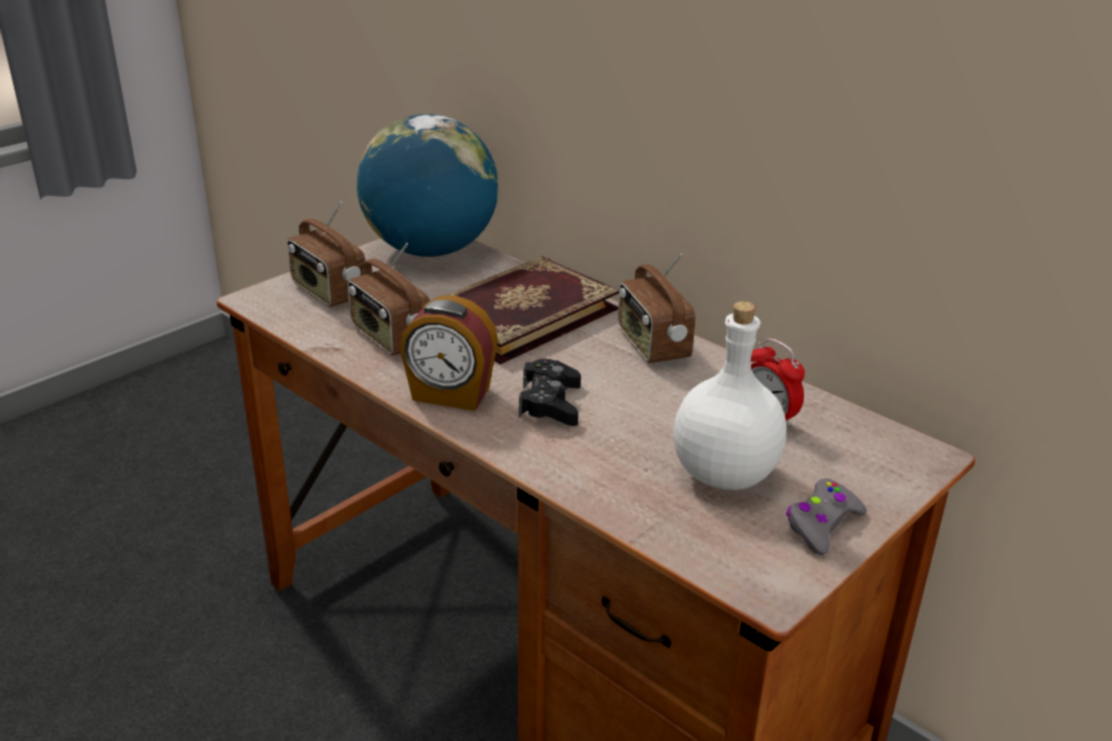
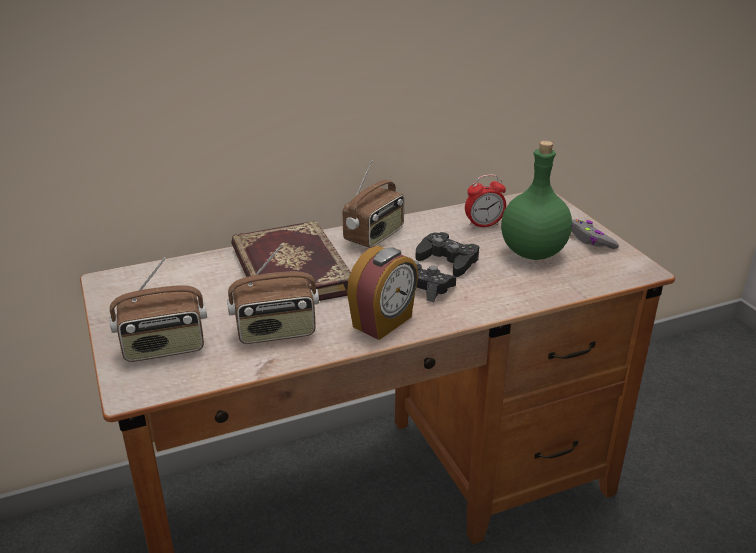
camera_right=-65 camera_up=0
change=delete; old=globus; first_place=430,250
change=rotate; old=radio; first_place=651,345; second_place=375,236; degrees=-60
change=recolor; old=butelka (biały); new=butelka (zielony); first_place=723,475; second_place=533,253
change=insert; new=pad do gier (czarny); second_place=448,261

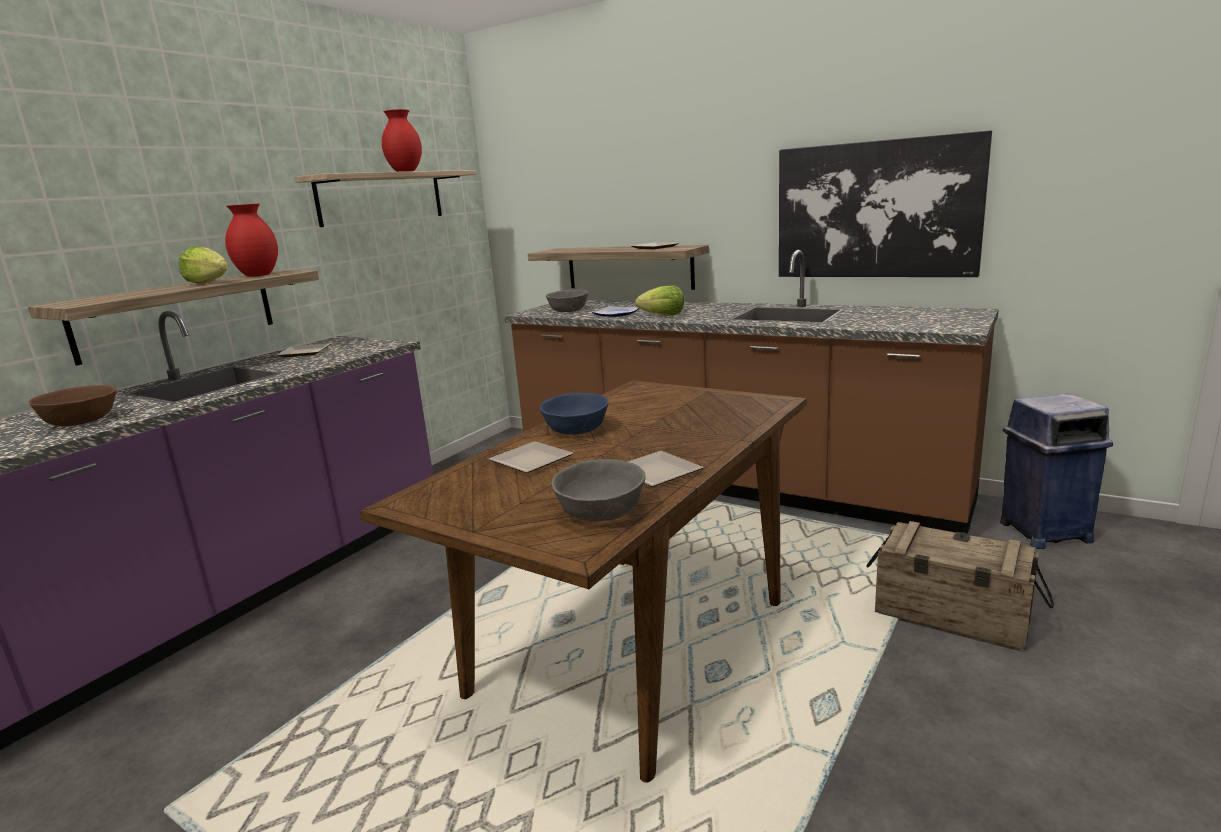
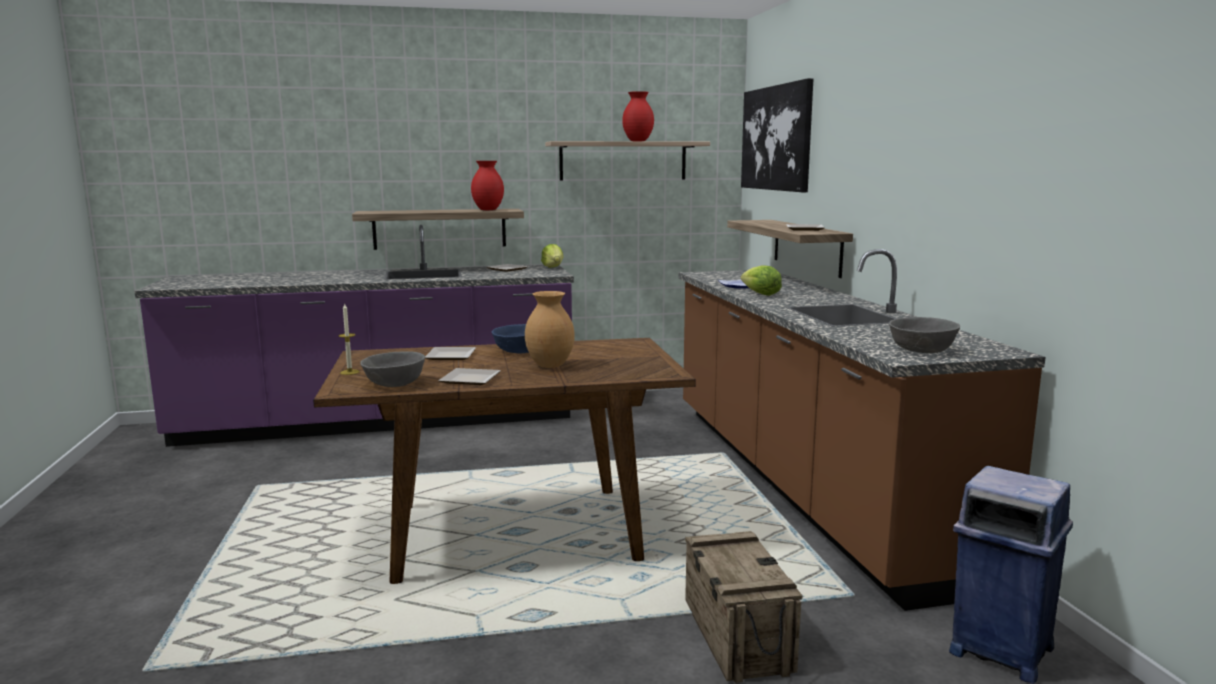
camera_right=45 camera_up=-5
change=delete; old=miska (brązowy); first_place=82,421
change=move; old=sałata; first_place=208,283; second_place=553,268
change=move; old=miska (szary); first_place=568,310; second_place=922,350
change=move; old=obraz; first_place=876,210; second_place=776,138
change=insert; new=świeca; second_place=349,372
change=insert; new=wazon (brązowy); second_place=549,365

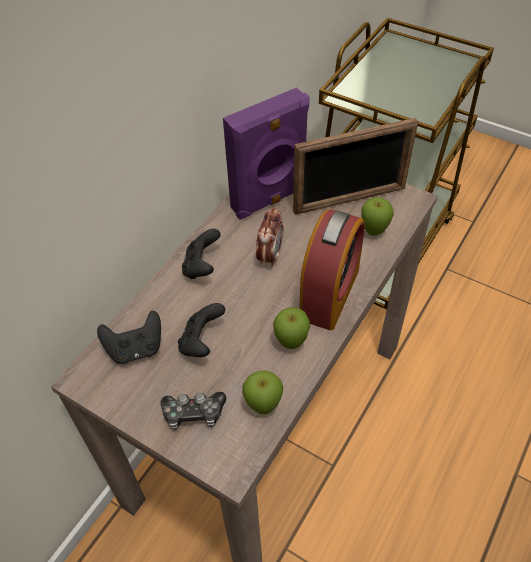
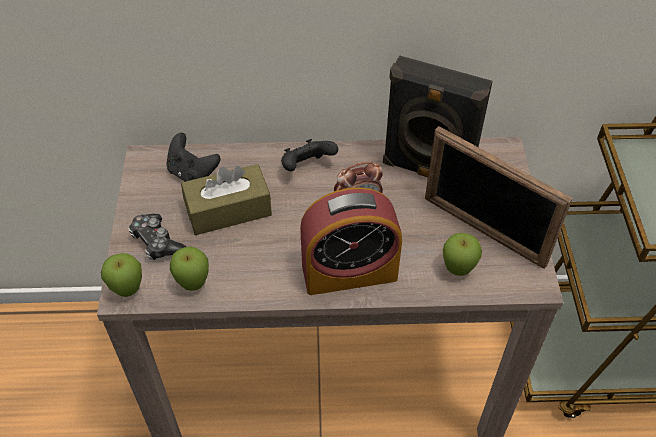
camera_right=55 camera_up=0
change=replace; old=pad do gier (czarny); new=pudełko chusteczek (brązowy); first_place=201,342; second_place=228,210
change=recolor; old=głośnik (fioletowy); new=głośnik (czarny); first_place=270,200; second_place=426,171
change=move; old=jabłko; first_place=291,343; second_place=128,291

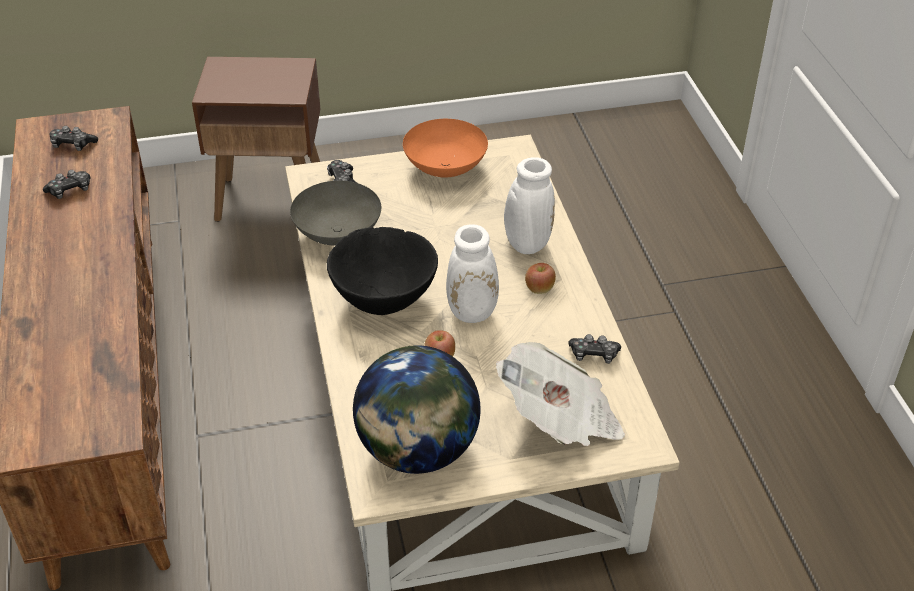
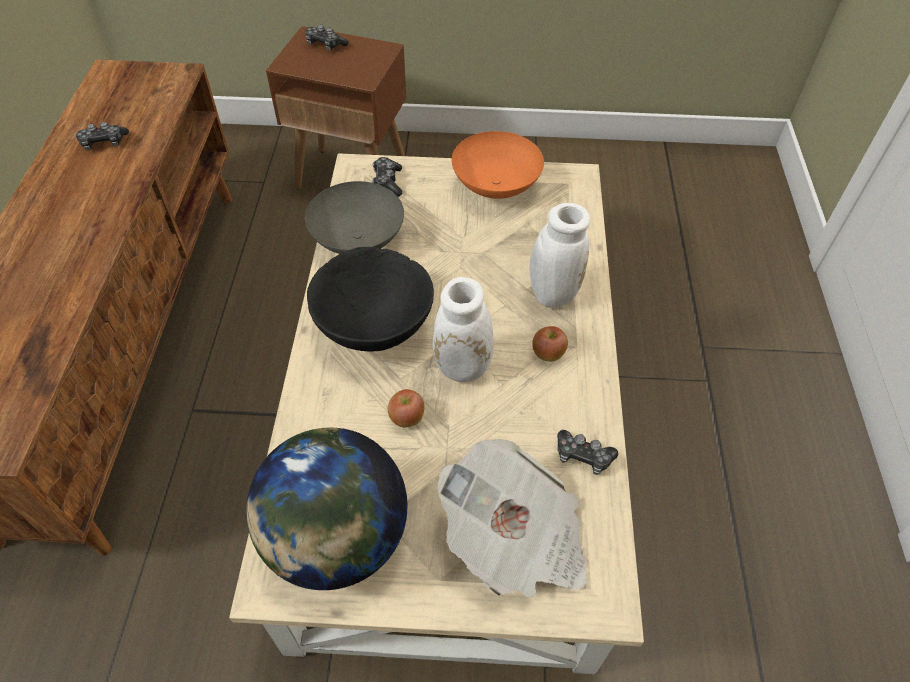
camera_right=15 camera_up=10
change=move; old=pad do gier; first_place=73,145; second_place=325,45

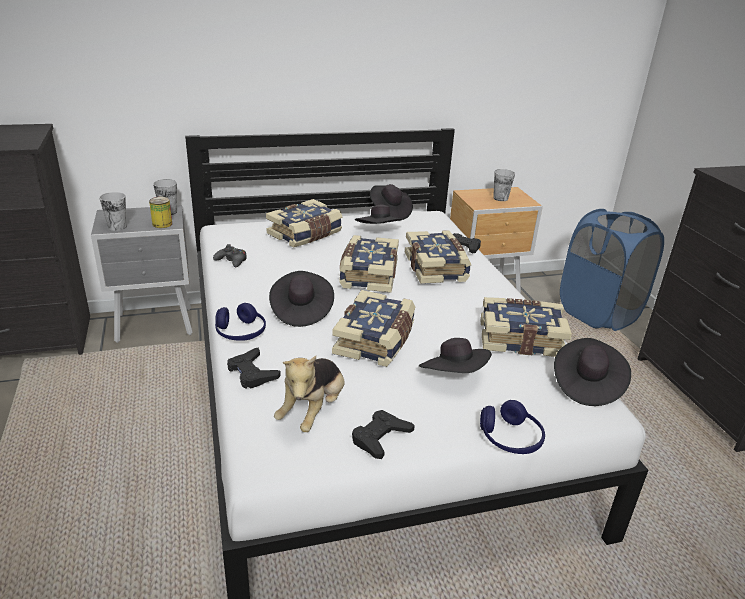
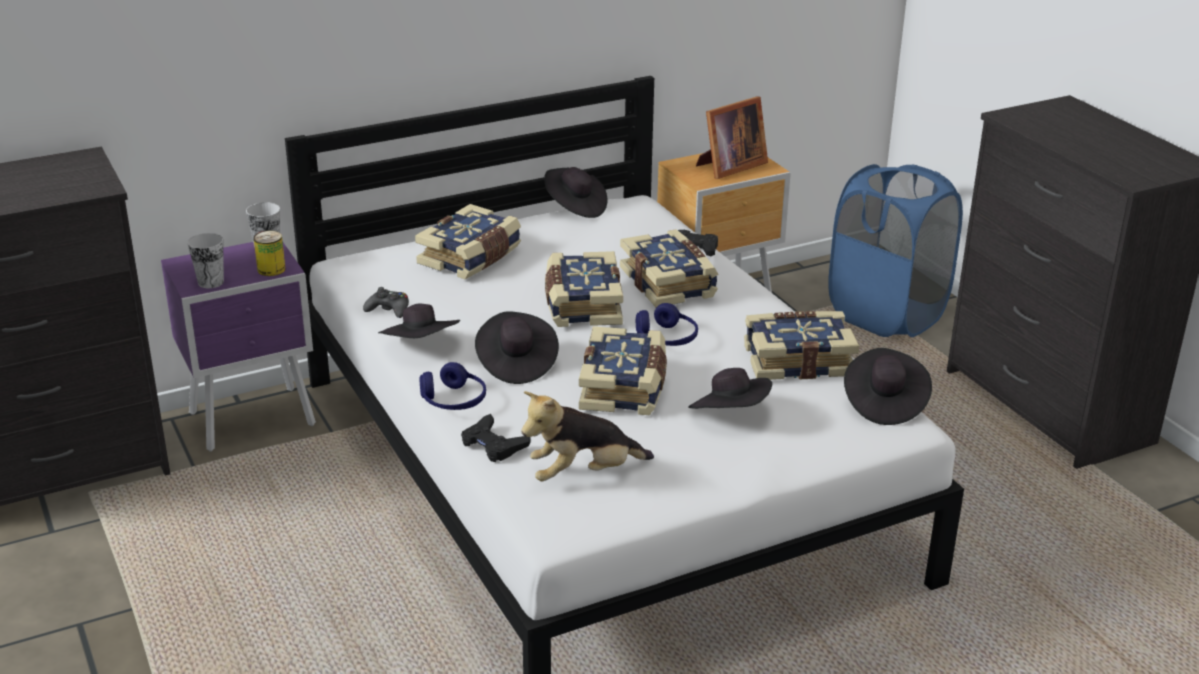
camera_right=-10 camera_up=0
change=recolor; old=szafka nocna (szary); new=szafka nocna (fioletowy); first_place=156,325; second_place=255,420
change=rotate; old=pluszak; first_place=313,411; second_place=583,474; degrees=60
change=delete; old=pad do gier (czarny); first_place=380,438
change=move; old=kapelusz (czarny); first_place=380,232; second_place=421,347
change=move; old=słuchawki (niebieski); first_place=510,438; second_place=666,338
change=replace; old=filiżanka; new=ramka na zdjęcie; first_place=500,198; second_place=729,167

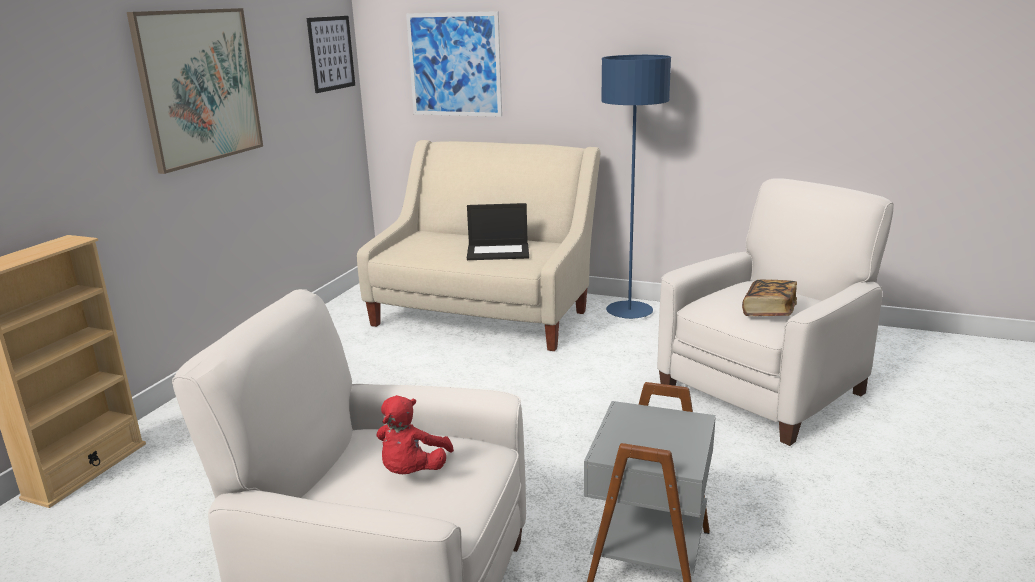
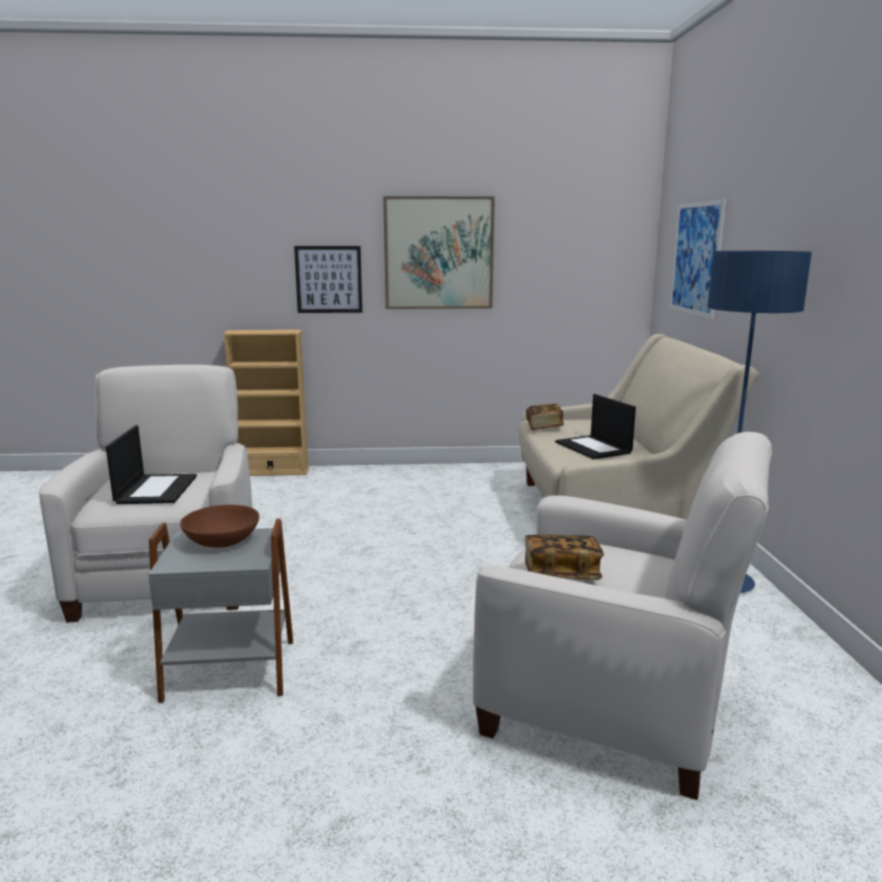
camera_right=65 camera_up=-5
change=move; old=obraz; first_place=331,53; second_place=328,279
change=replace; old=pluszak (czerwony); new=laptop; first_place=412,471; second_place=156,489
change=insert; new=miska (brązowy); second_place=222,541
change=insert; new=książka; second_place=544,426

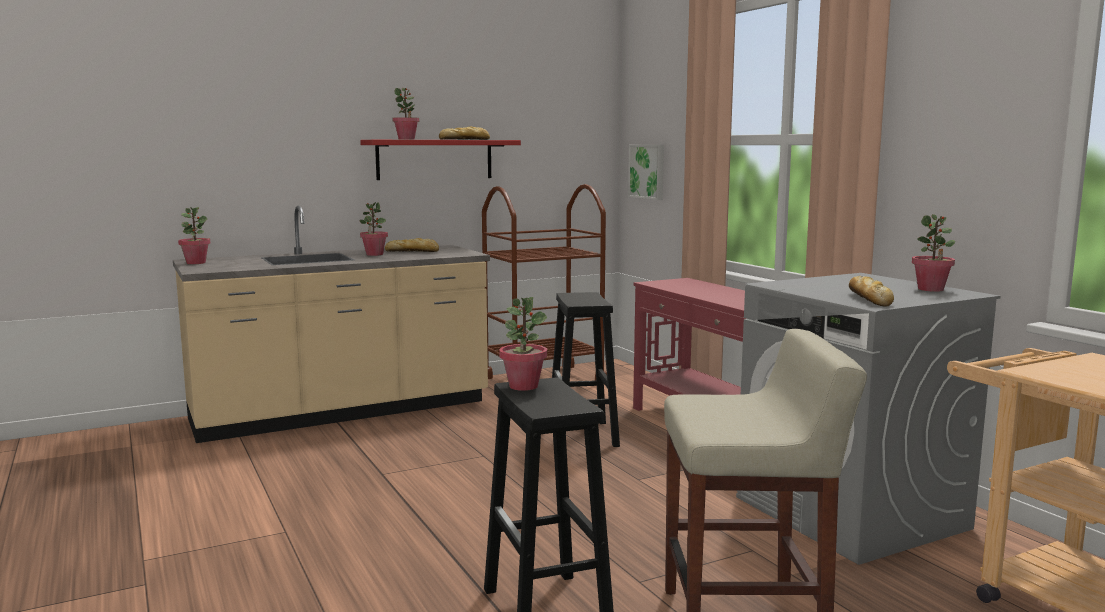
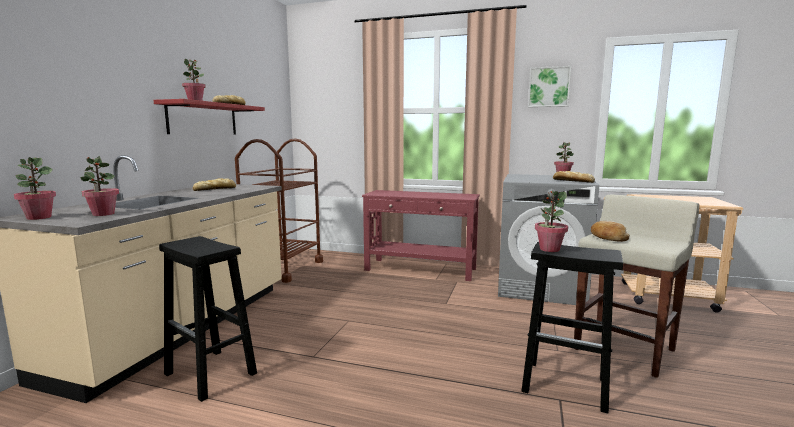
camera_right=-45 camera_up=0
change=move; old=roślina doniczkowa; first_place=374,254; second_place=103,214
change=move; old=stołek (czarny); first_place=583,435; second_place=211,374
change=move; old=obraz; first_place=648,171; second_place=548,87
change=insert; new=chleb; second_place=607,237

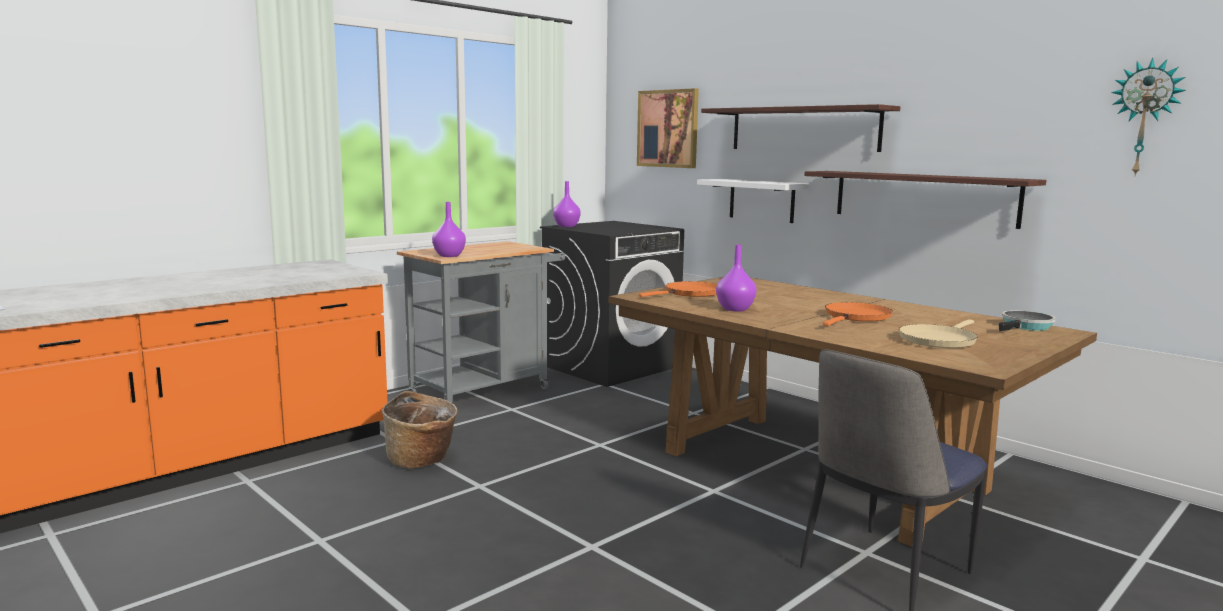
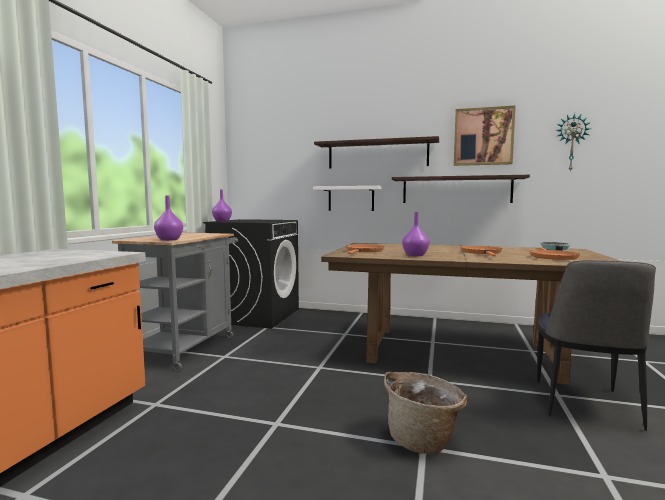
camera_right=-30 camera_up=-5
change=move; old=koszyk; first_place=422,460; second_place=423,439
change=move; old=obraz; first_place=668,128; second_place=483,136
change=recolor; old=patelnia (beżowy); new=patelnia (pomarańczowy); first_place=938,340; second_place=552,257

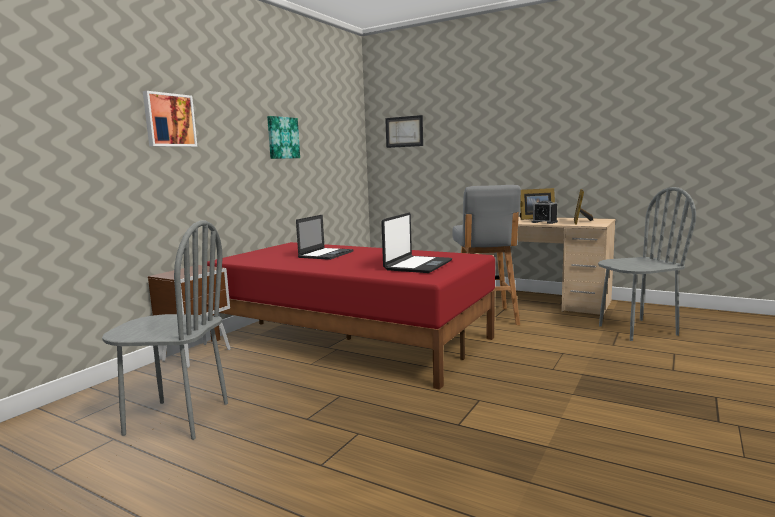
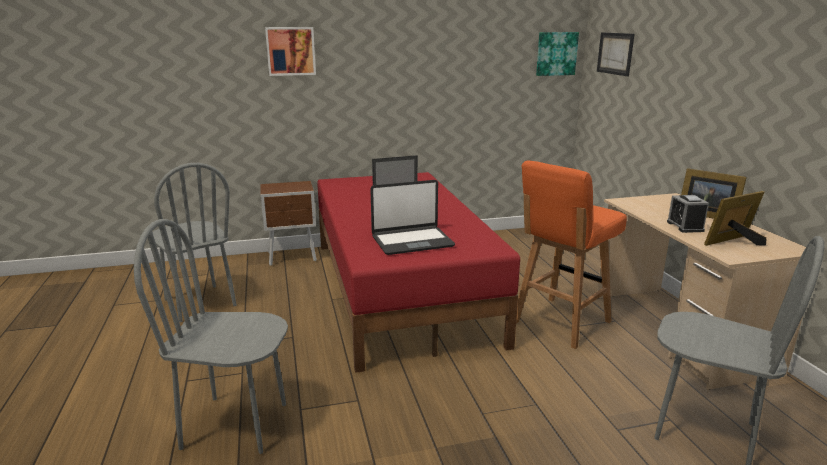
camera_right=45 camera_up=10
change=move; old=obraz; first_place=282,138; second_place=556,53
change=recolor; old=stołek (szary); new=stołek (pomarańczowy); first_place=485,318; second_place=560,323
change=insert; new=krzesło (szary); second_place=235,424

